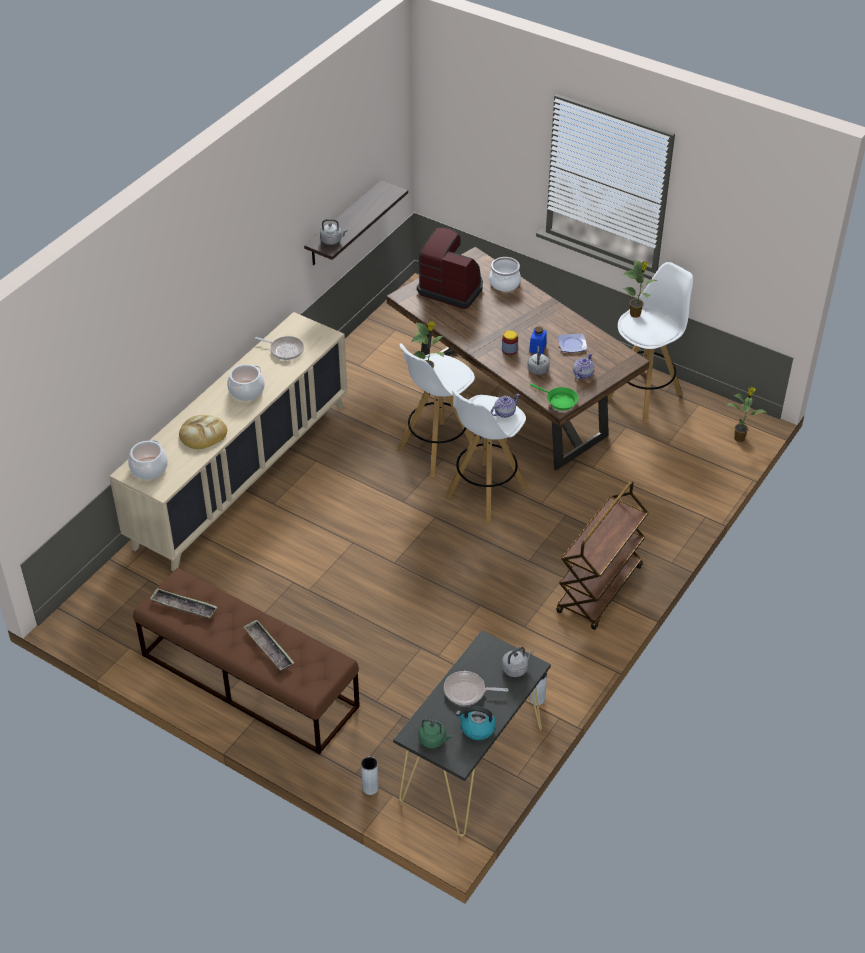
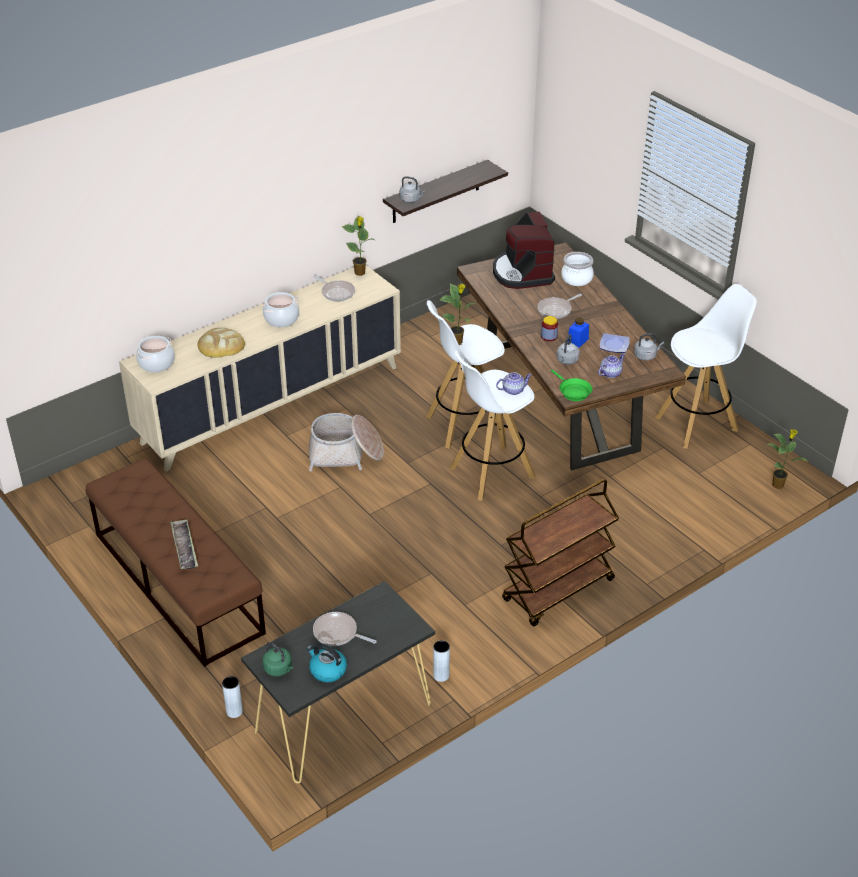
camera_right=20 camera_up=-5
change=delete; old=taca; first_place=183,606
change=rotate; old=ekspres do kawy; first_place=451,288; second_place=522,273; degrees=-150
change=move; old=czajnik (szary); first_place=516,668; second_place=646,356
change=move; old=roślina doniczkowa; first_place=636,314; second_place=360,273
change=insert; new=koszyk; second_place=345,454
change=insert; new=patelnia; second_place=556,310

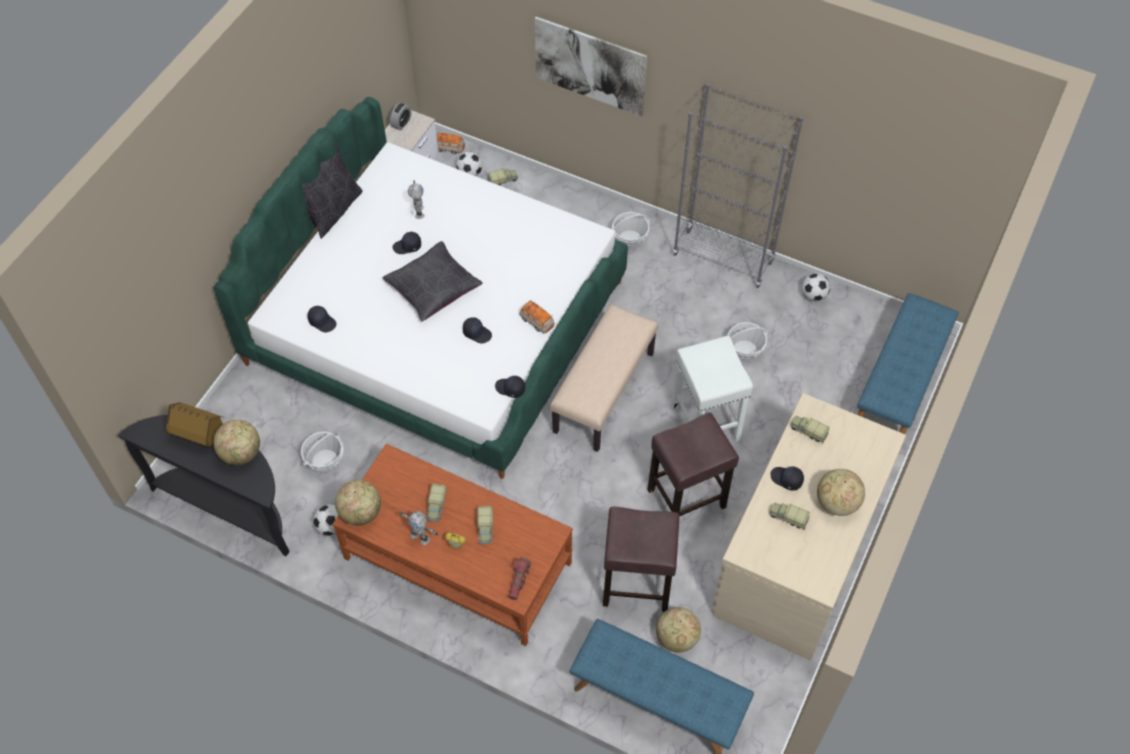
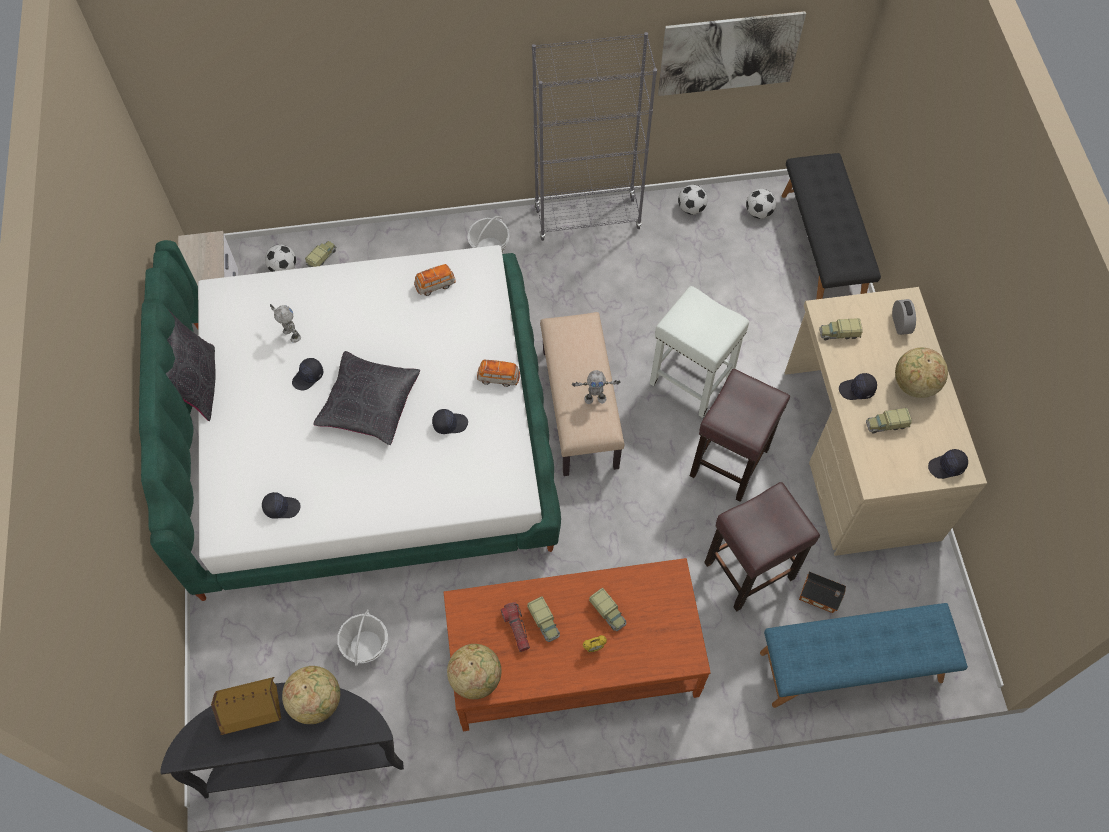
camera_right=-35 camera_up=5
change=move; old=piłka futbolowa; first_place=331,527; second_place=759,212
change=move; old=budzik; first_place=401,123; second_place=900,324
change=move; old=robot zabawkowy; first_place=420,536; second_place=595,398
change=move; old=samochodzik; first_place=449,148; second_place=435,285
change=move; old=czapka z daszkiem (czarny); first_place=510,389; second_place=946,467
change=move; old=latarka; first_place=518,581; second_place=516,629
change=move; old=obraz; first_place=590,66; second_place=729,53
change=replace; old=globus; new=domek; first_place=676,638; second_place=821,597
change=delete; old=koszyk; first_place=744,351
change=recolor; old=ławka (niebieski); new=ławka (czarny); first_place=899,385; second_place=822,248

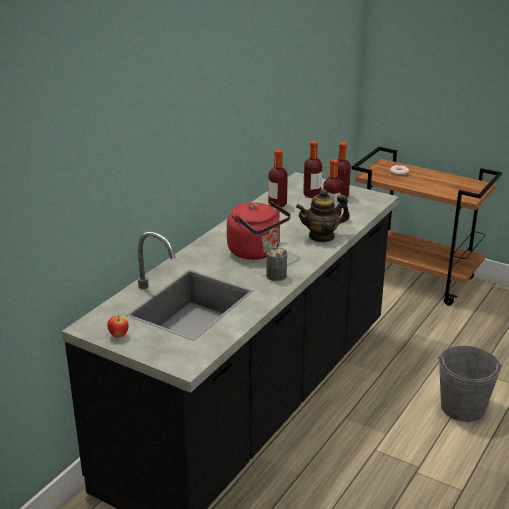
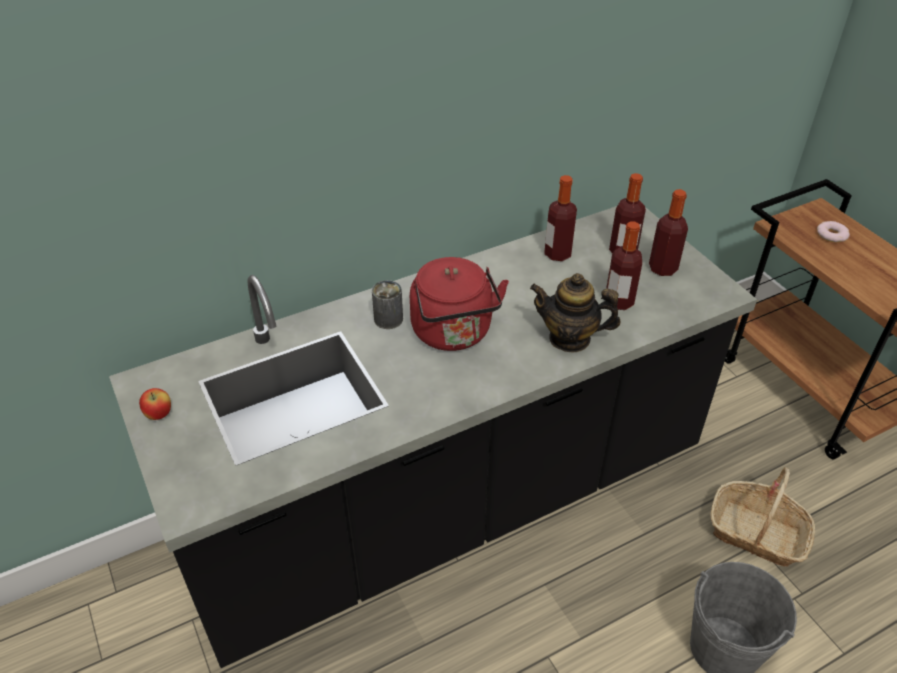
camera_right=30 camera_up=15
change=move; old=puszka; first_place=276,276; second_place=388,319
change=insert; new=koszyk; second_place=756,533

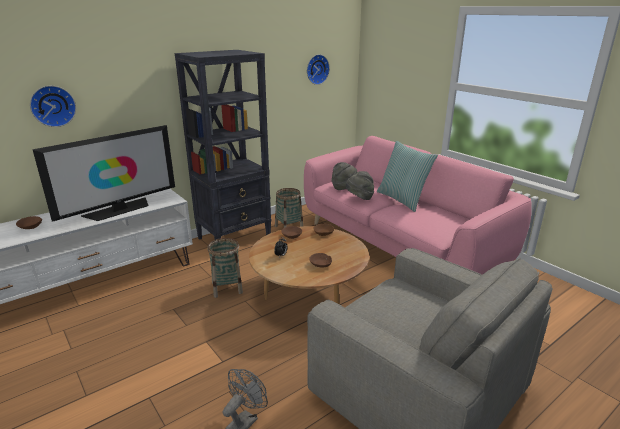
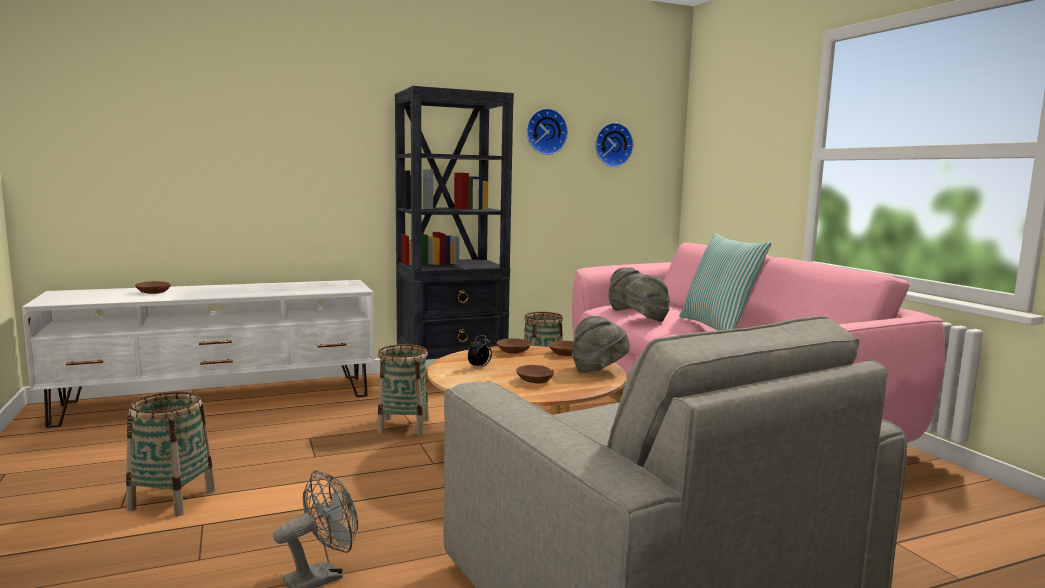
camera_right=15 camera_up=-15
change=move; old=zegar ścienny; first_place=52,106; second_place=545,131
change=delete; old=telewizor; first_place=119,210
change=insert; new=koszyk; second_place=172,499
change=insert; new=kapelusz (szary); second_place=598,370

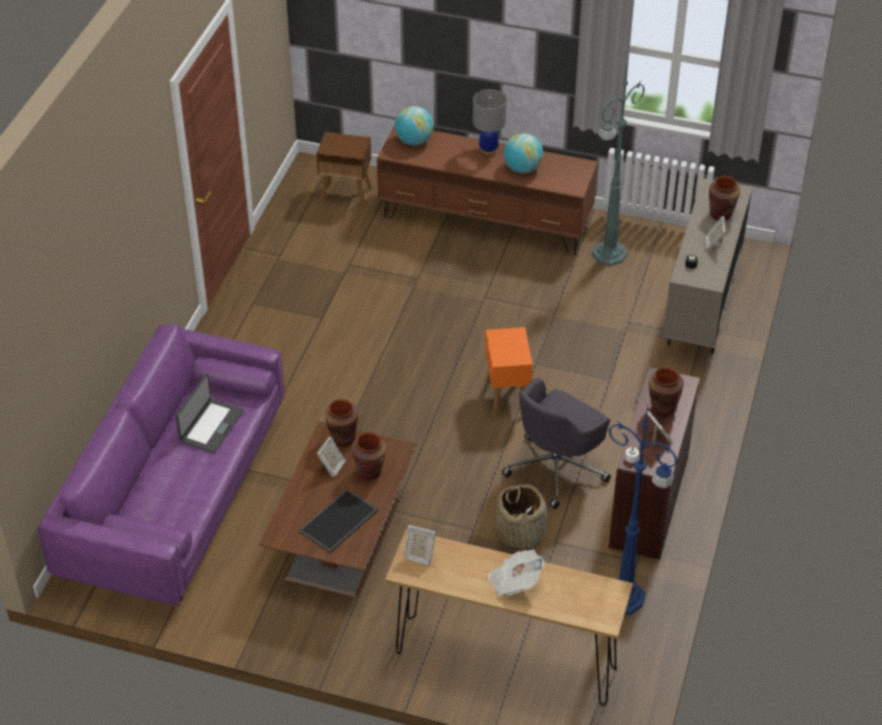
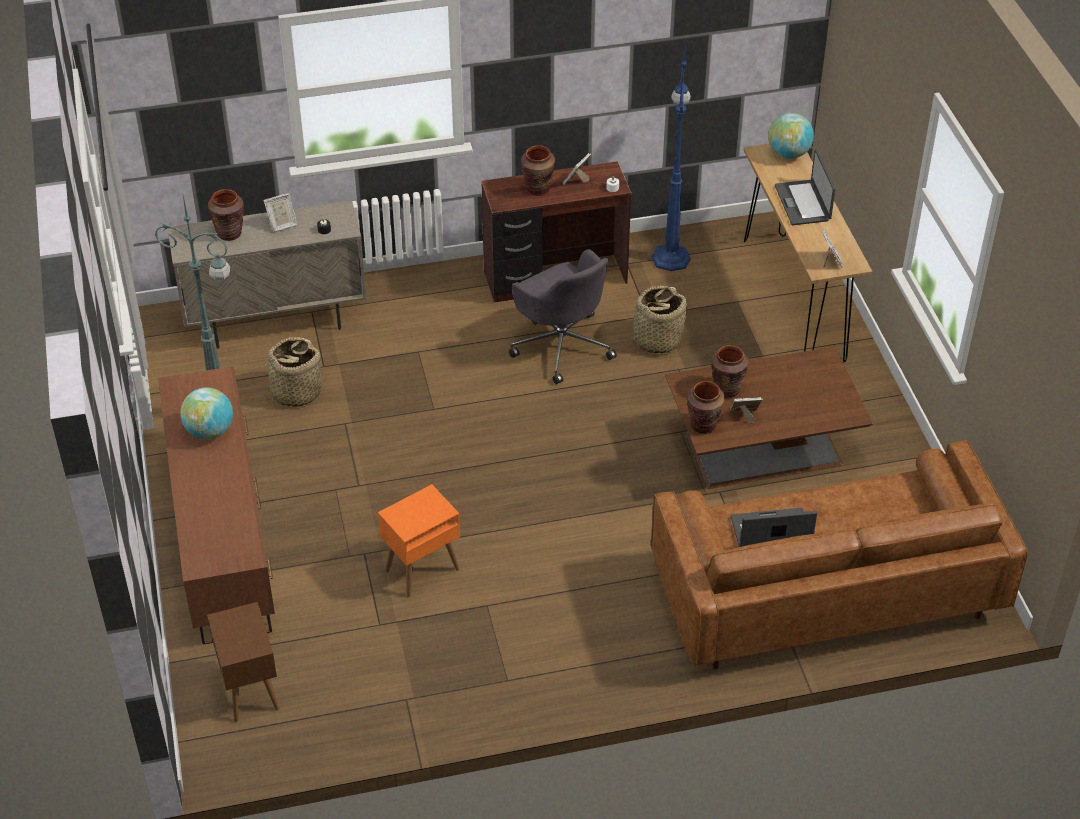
camera_right=-120 camera_up=0
change=recolor; old=kanapa (fioletowy); new=kanapa (brązowy); first_place=175,497; second_place=826,592
change=delete; old=taca; first_place=339,522
change=move; old=globus; first_place=414,141; second_place=788,154
change=delete; old=lampa stołowa (szary); first_place=488,149
change=move; old=stolik (pomarańczowy); first_place=506,397; second_place=421,570
change=replace; old=gazeta; new=laptop; first_place=514,581; second_place=803,203
change=rotate; old=krzesło biurowe (szary); first_place=557,468; second_place=561,345; degrees=45
change=insert; new=koszyk; second_place=296,392

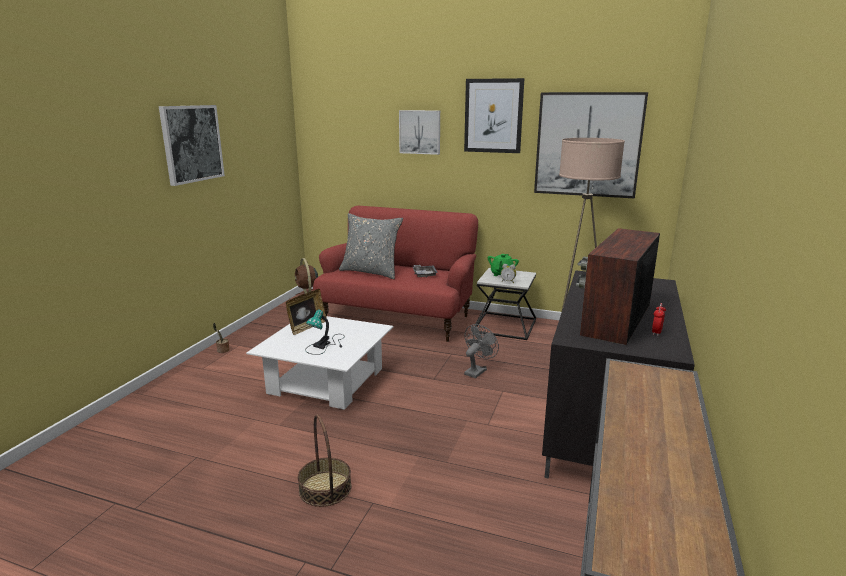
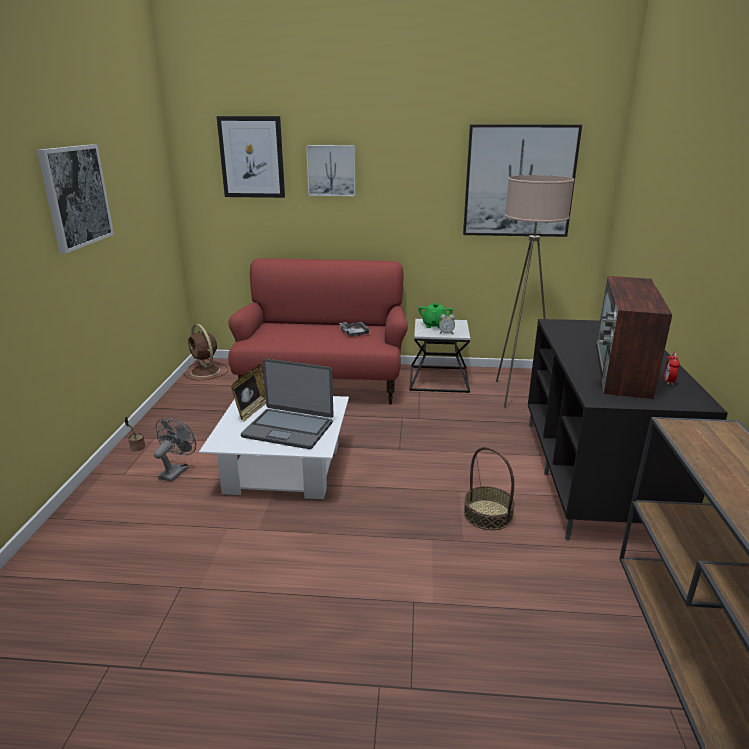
camera_right=-15 camera_up=5
change=move; old=koszyk; first_place=325,488; second_place=488,514
change=replace; old=lampa stołowa; new=laptop; first_place=326,344; second_place=288,429
change=delete; old=poduszka (szary); first_place=371,272
change=move; old=obraz; first_place=493,116; second_place=252,157
change=move; old=wentylator (szary); first_place=477,371; second_place=176,471

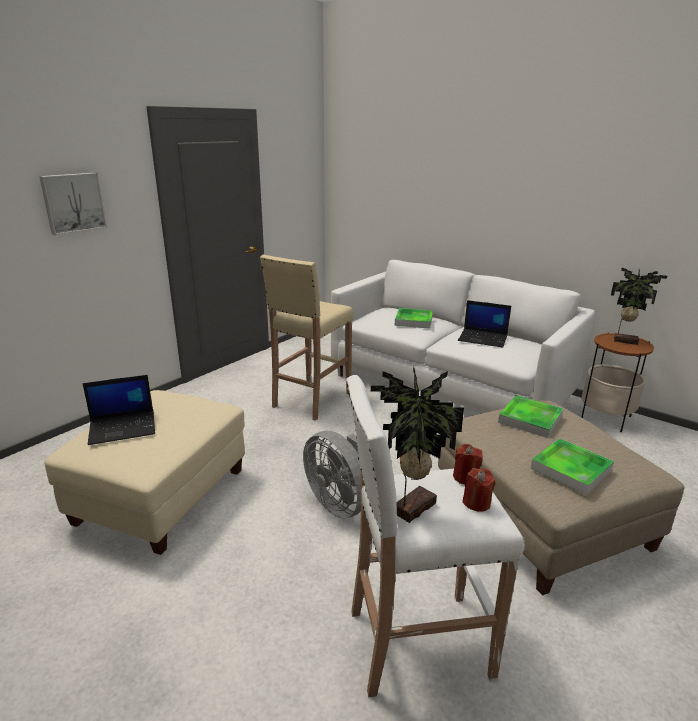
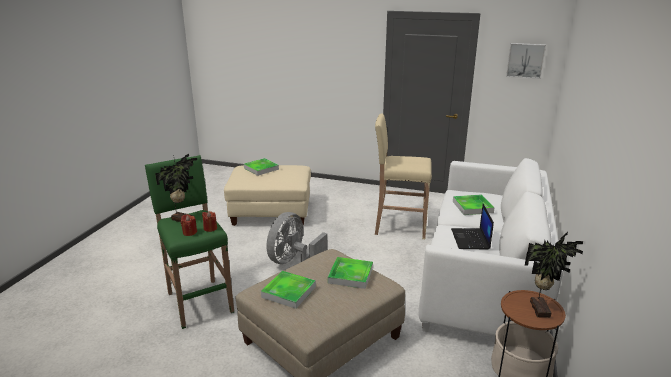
camera_right=70 camera_up=0
change=move; old=obraz; first_place=73,202; second_place=525,60
change=replace; old=laptop; new=taca; first_place=123,428; second_place=261,169
change=recolor; old=stołek (biały); new=stołek (zielony); first_place=415,643; second_place=199,301

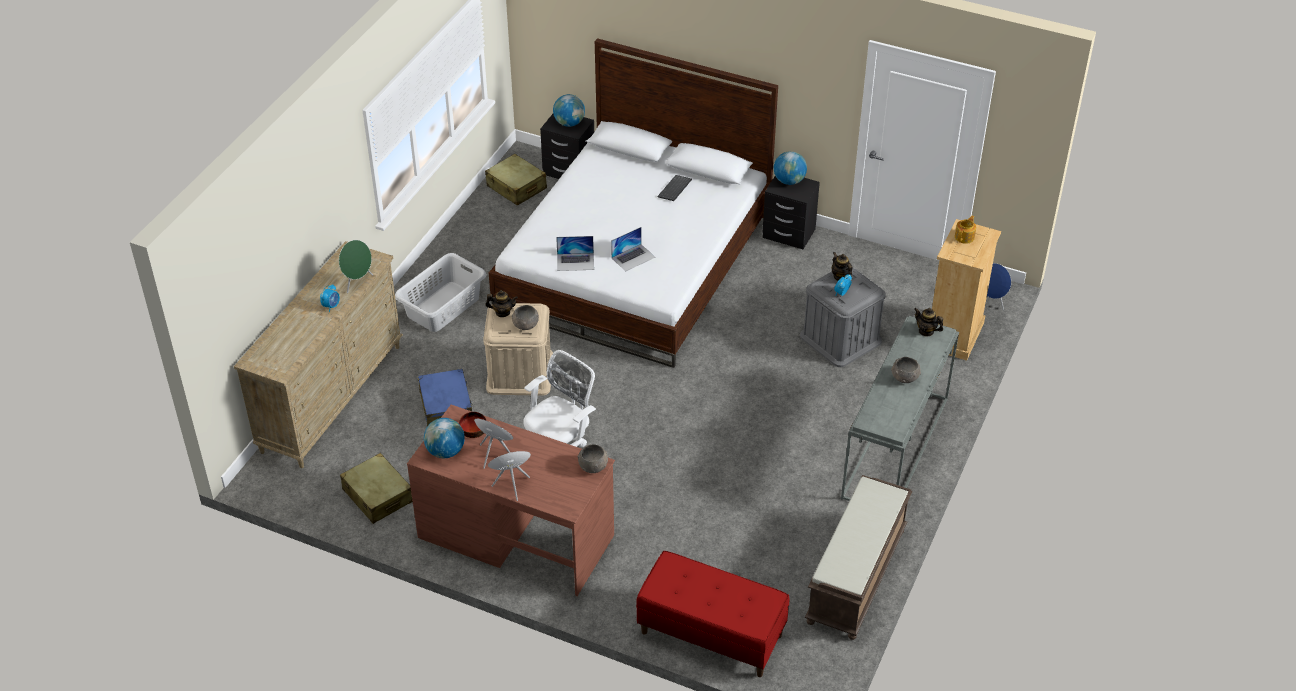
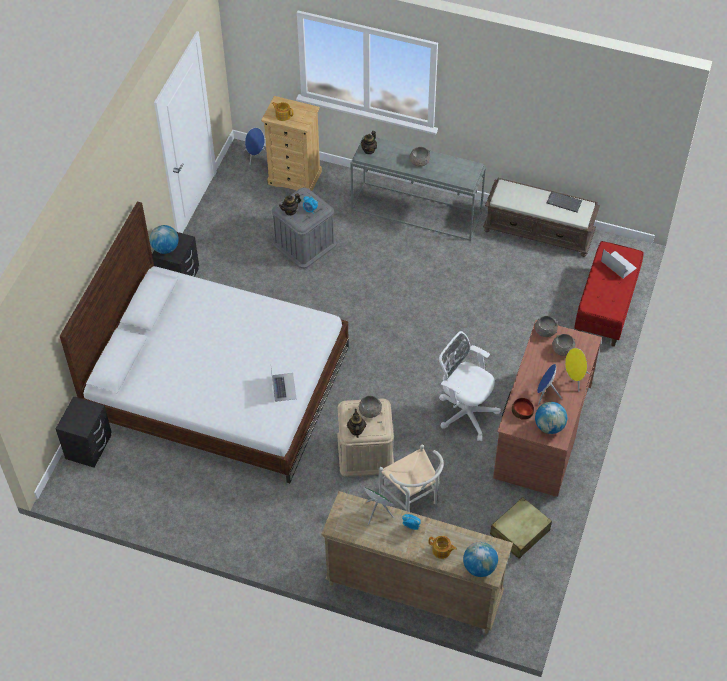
camera_right=-95 camera_up=10
change=delete; old=kosz na pranie (szary); first_place=443,307
change=replace; old=walizka (niebieski); new=krzesło (biały); first_place=446,406; second_place=412,500
change=delete; old=walizka (beżowy); first_place=516,187
change=move; old=globus; first_place=569,123; second_place=479,567
change=move; old=laptop; first_place=633,257; second_place=618,264
change=move; old=klawiatura; first_place=675,189; second_place=564,202
change=insert; new=imbryk; second_place=441,550
change=insert; new=miska (szary); second_place=562,350

